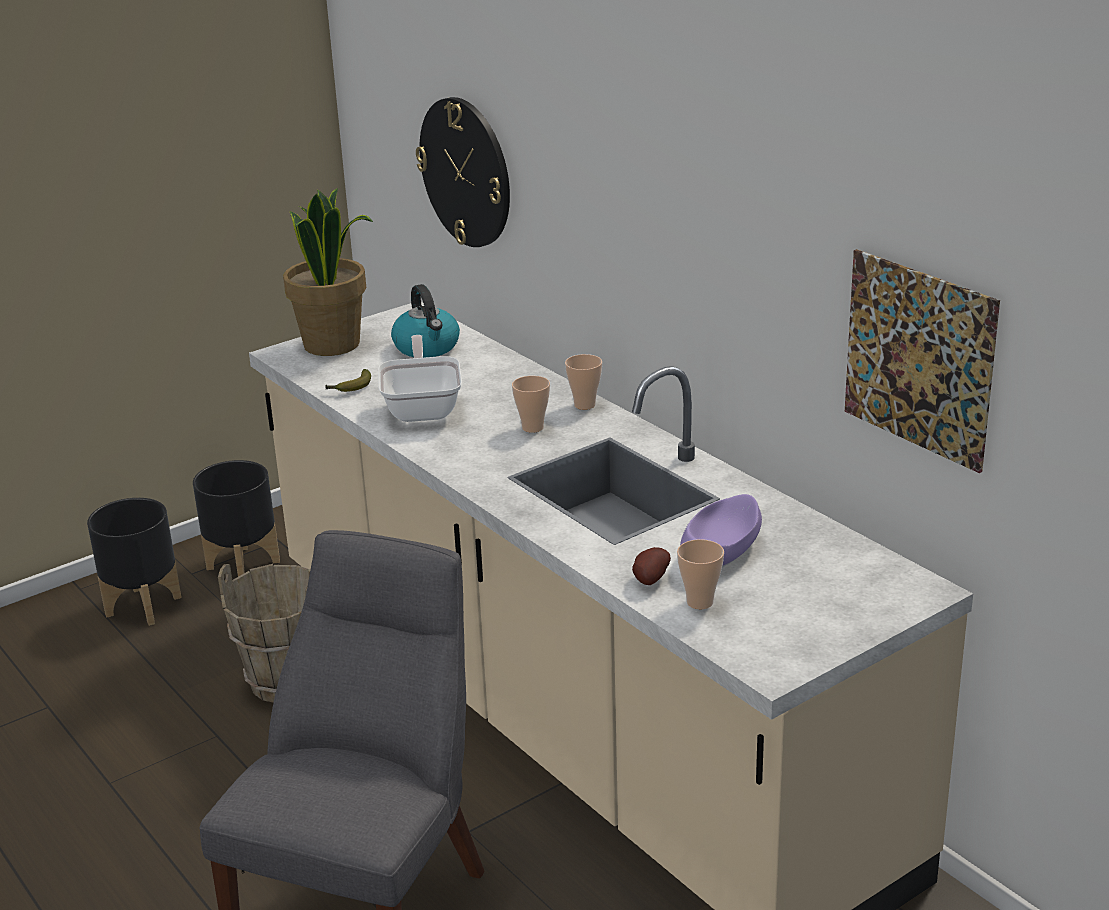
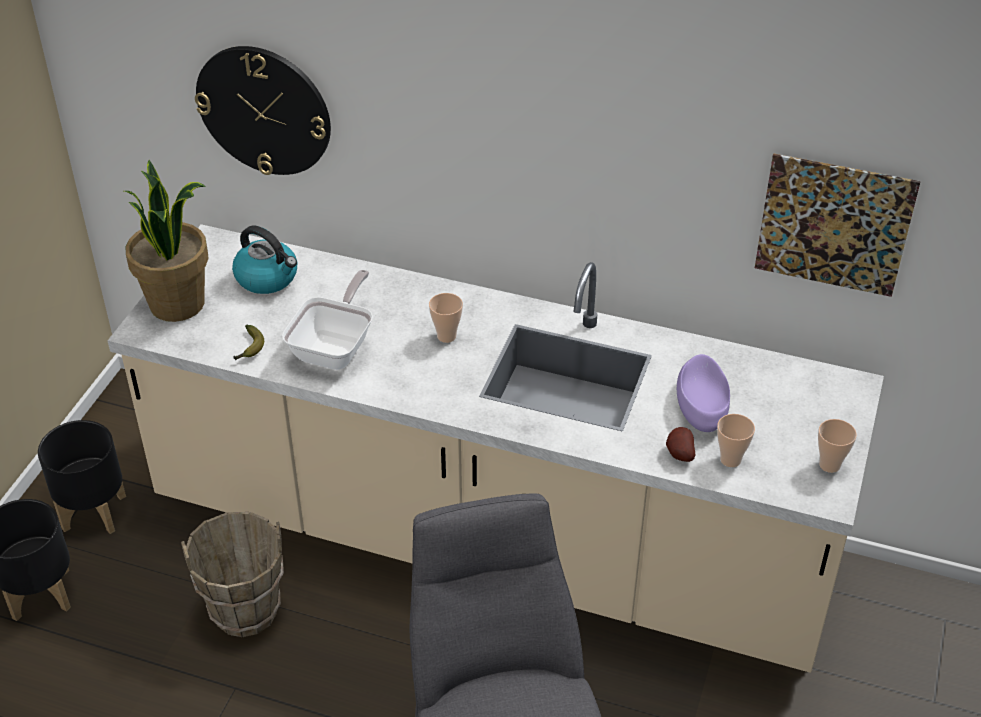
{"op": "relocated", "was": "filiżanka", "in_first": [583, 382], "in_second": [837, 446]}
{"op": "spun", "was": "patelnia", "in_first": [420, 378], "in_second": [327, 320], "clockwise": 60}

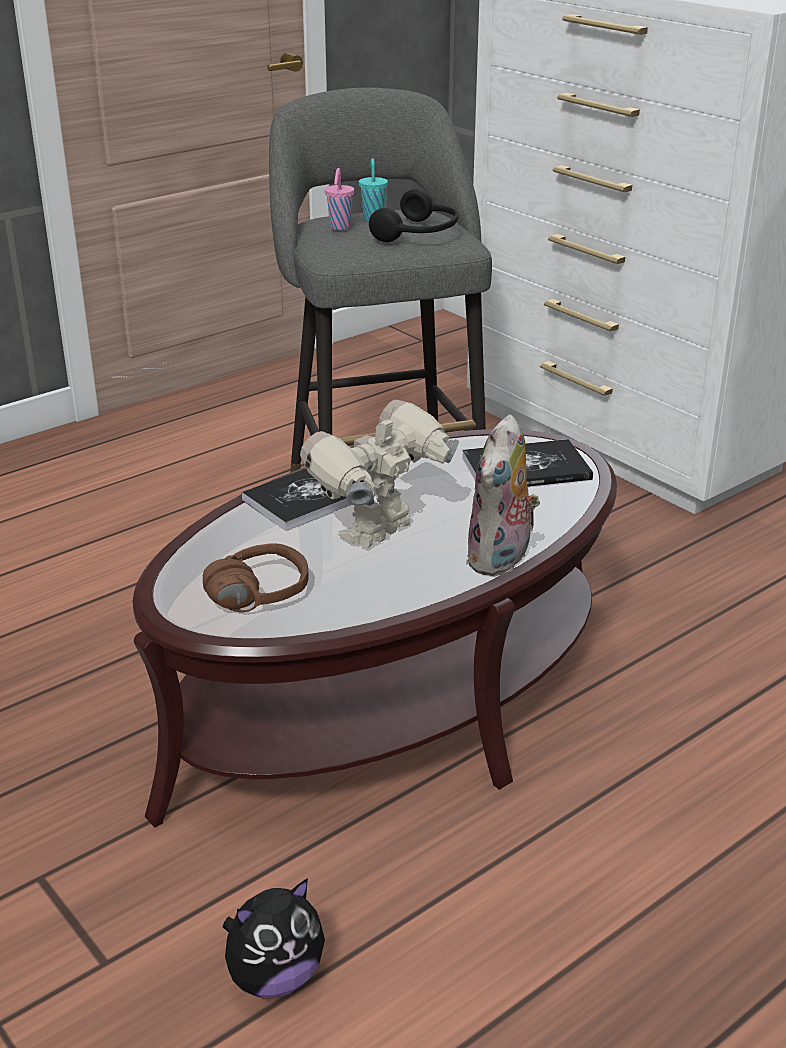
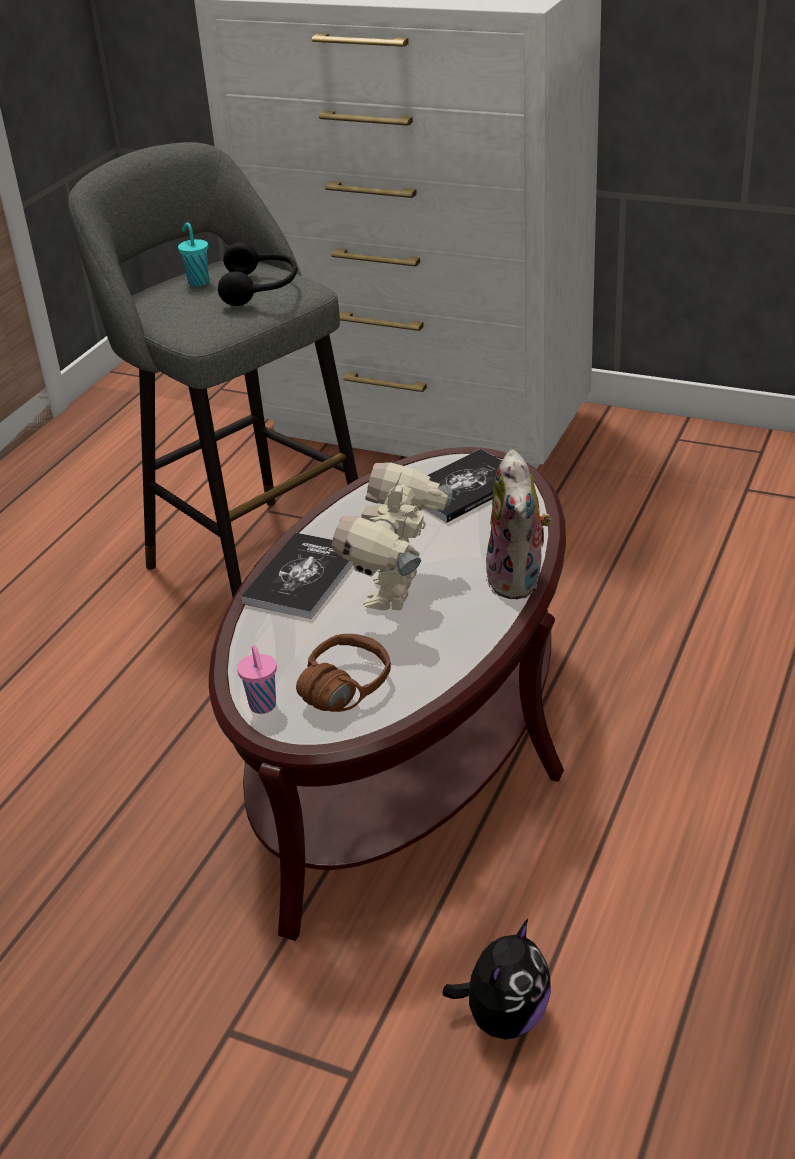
{"op": "relocated", "was": "filiżanka/różowy", "in_first": [339, 199], "in_second": [257, 679]}

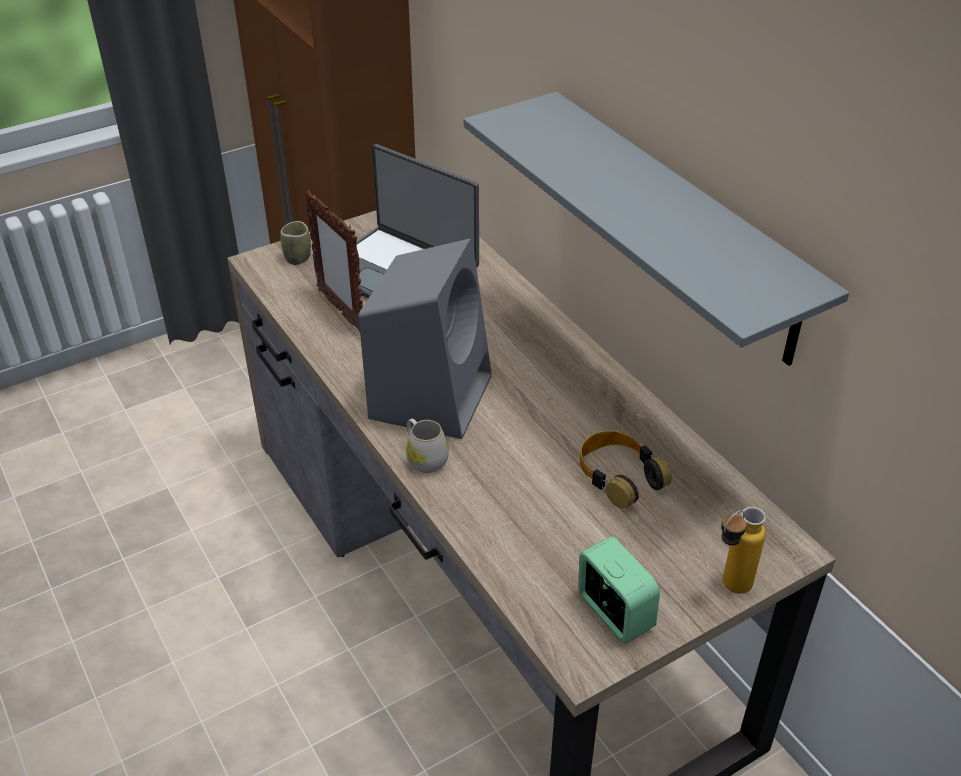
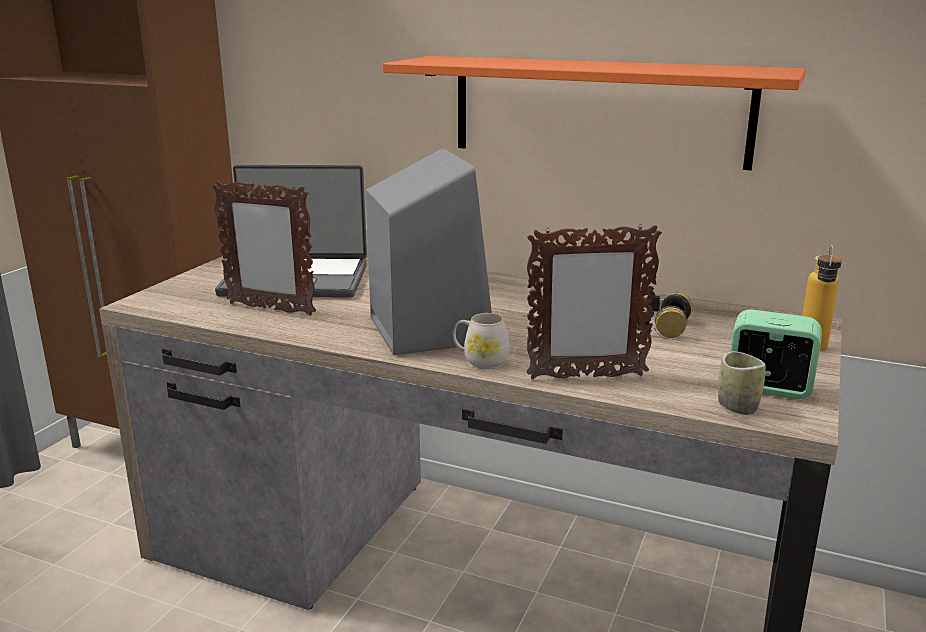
{"op": "appeared", "now": "ramka na zdjęcie", "in_second": [594, 302]}
{"op": "relocated", "was": "filiżanka", "in_first": [295, 243], "in_second": [742, 383]}
{"op": "colour", "was": "półka/szary", "now": "półka/pomarańczowy", "in_first": [656, 229], "in_second": [594, 113]}

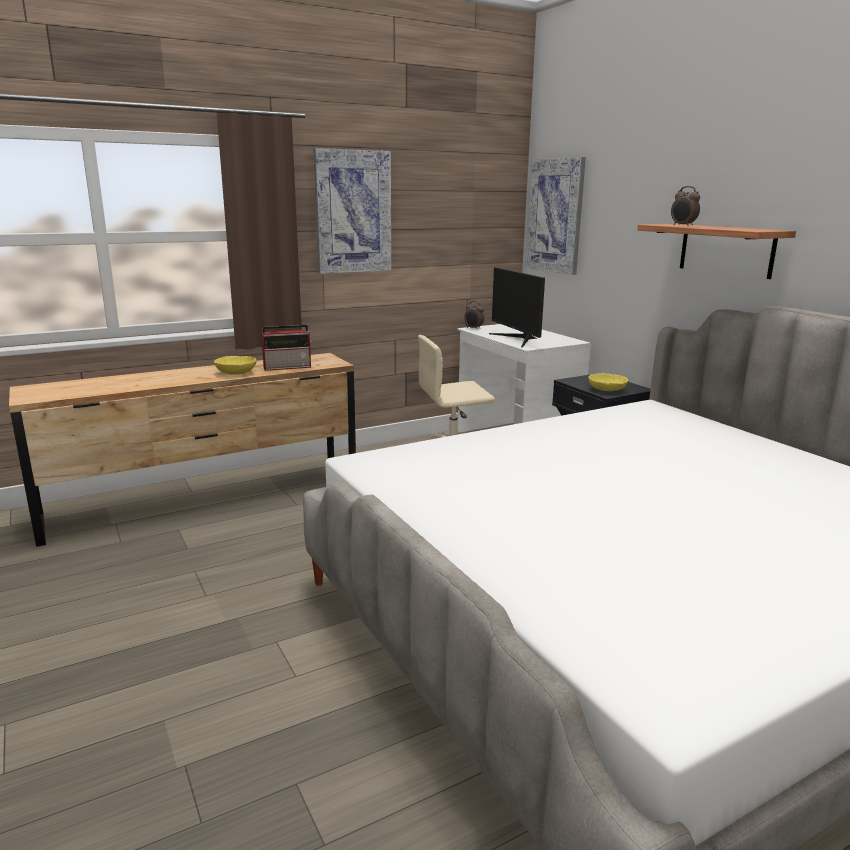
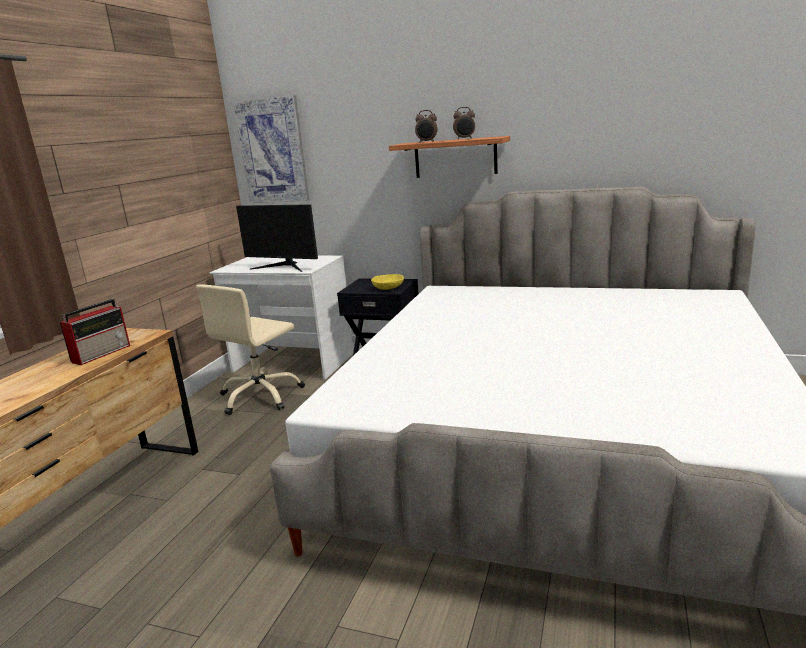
{"op": "missing", "was": "miska/żółty", "in_first": [235, 365]}
{"op": "missing", "was": "obraz", "in_first": [352, 211]}
{"op": "relocated", "was": "budzik", "in_first": [474, 315], "in_second": [464, 123]}

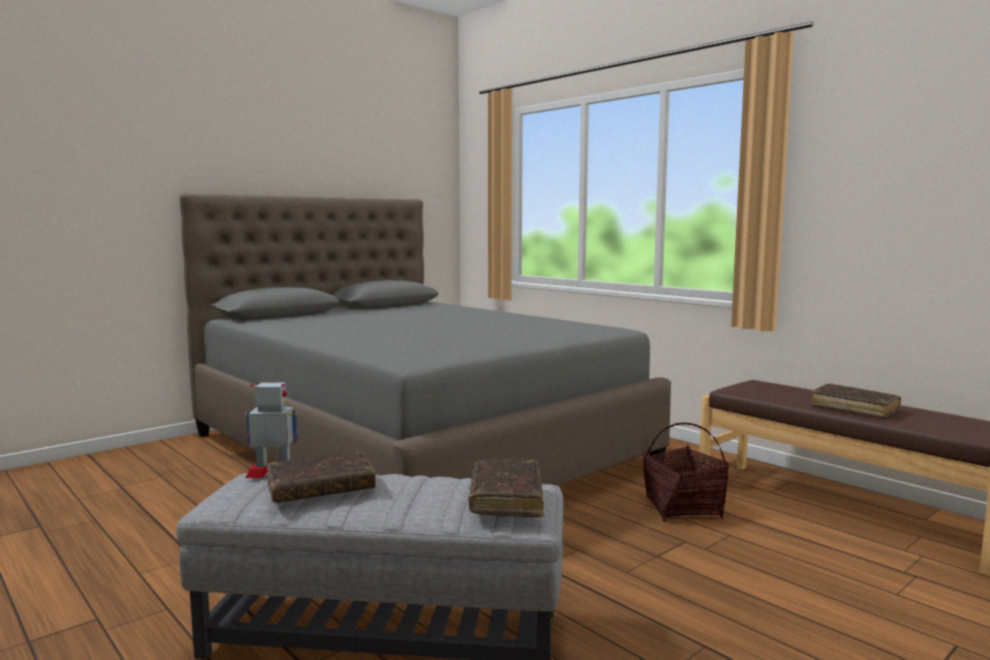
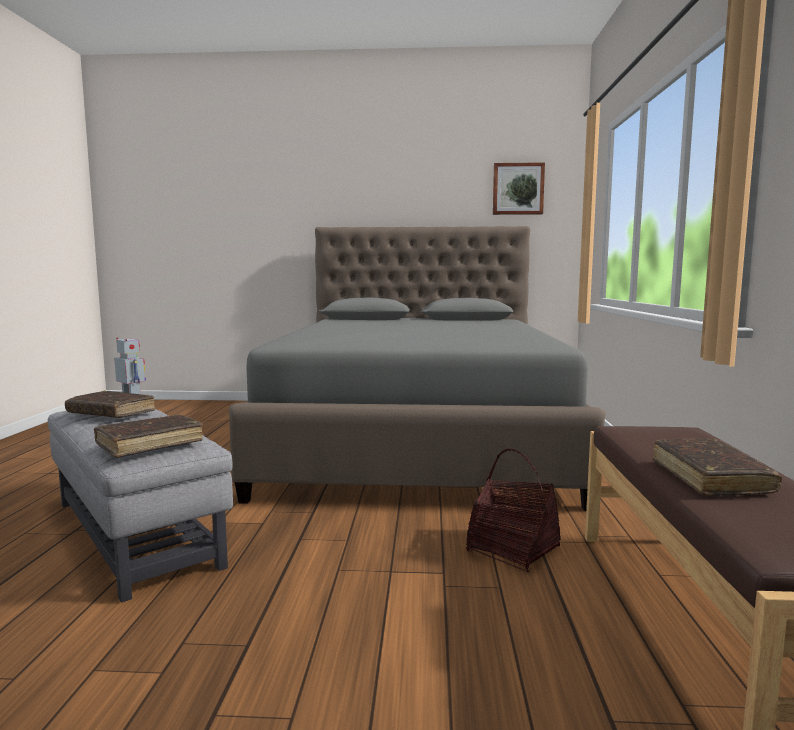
{"op": "appeared", "now": "obraz", "in_second": [519, 188]}

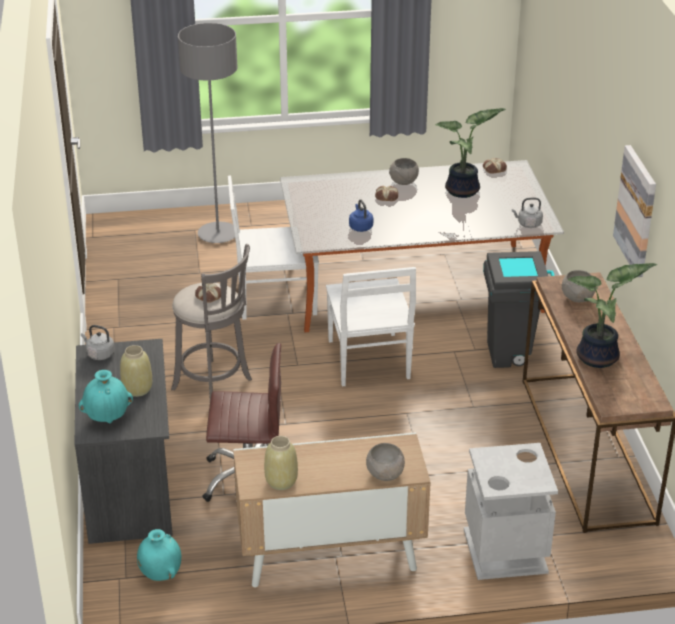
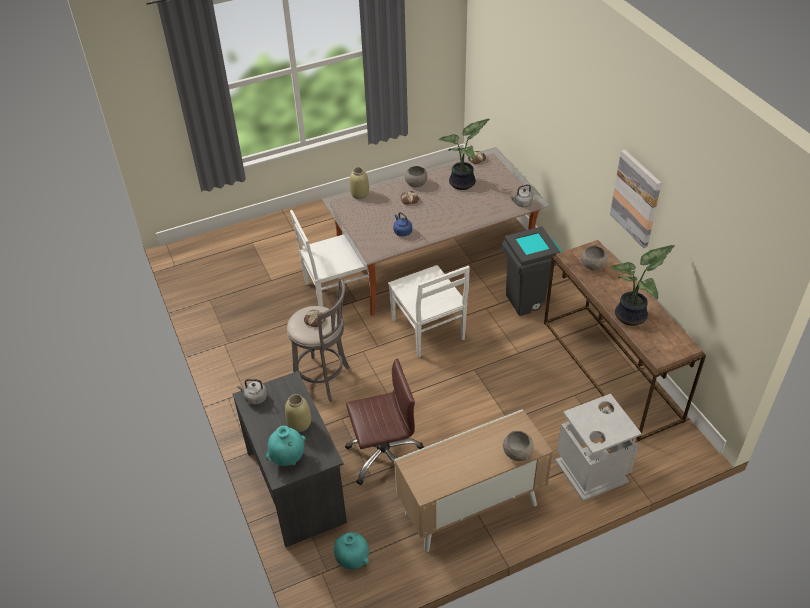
{"op": "missing", "was": "lampa stojąca/szary", "in_first": [207, 133]}
{"op": "relocated", "was": "wazon/beżowy", "in_first": [281, 463], "in_second": [359, 183]}

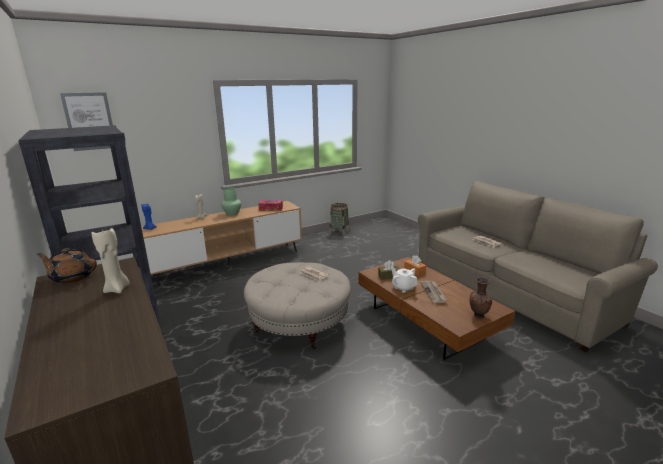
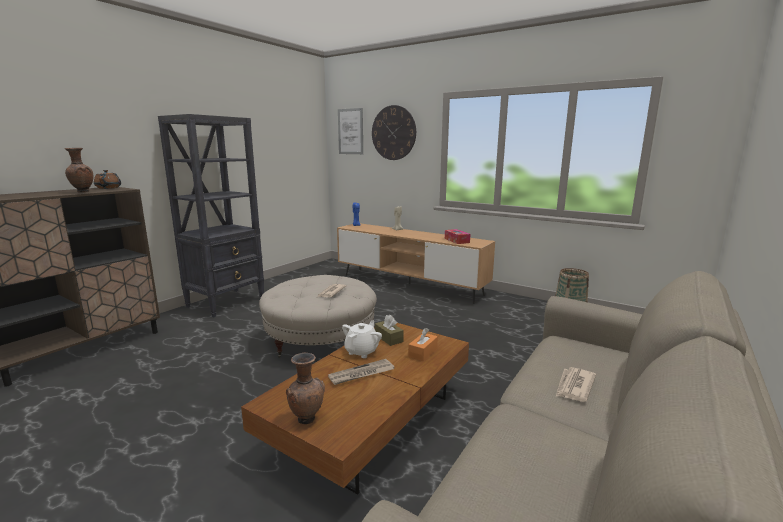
{"op": "missing", "was": "wazon/zielony", "in_first": [231, 201]}
{"op": "appeared", "now": "zegar ścienny", "in_second": [394, 132]}
{"op": "exchanged", "was": "świeca/beżowy", "now": "wazon/brązowy", "in_first": [110, 260], "in_second": [79, 170]}

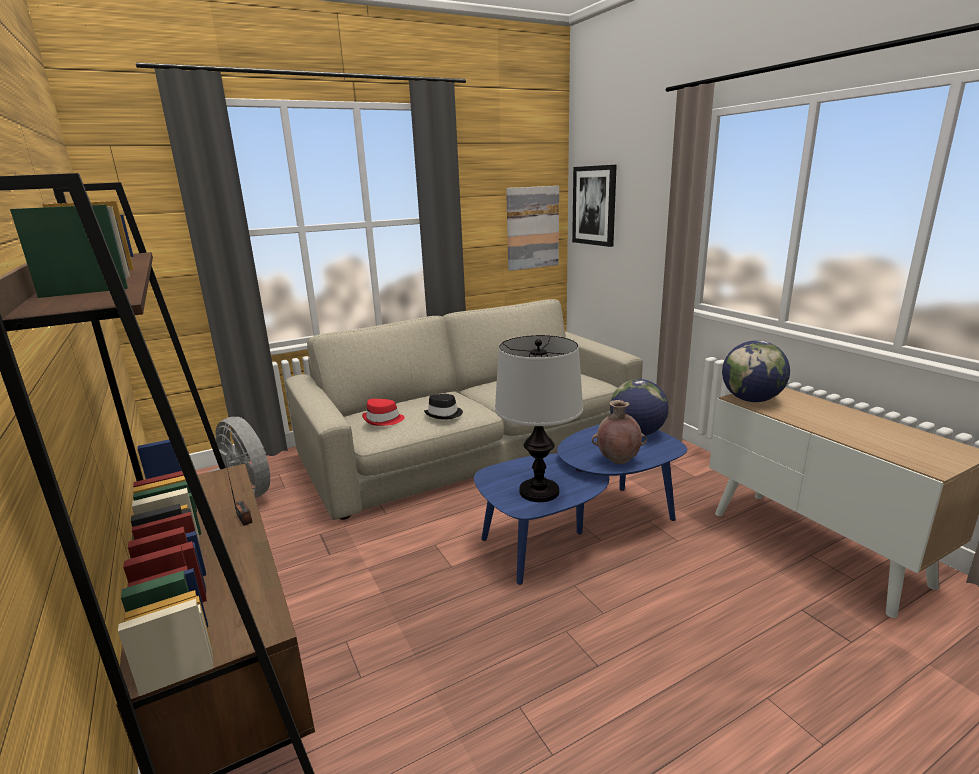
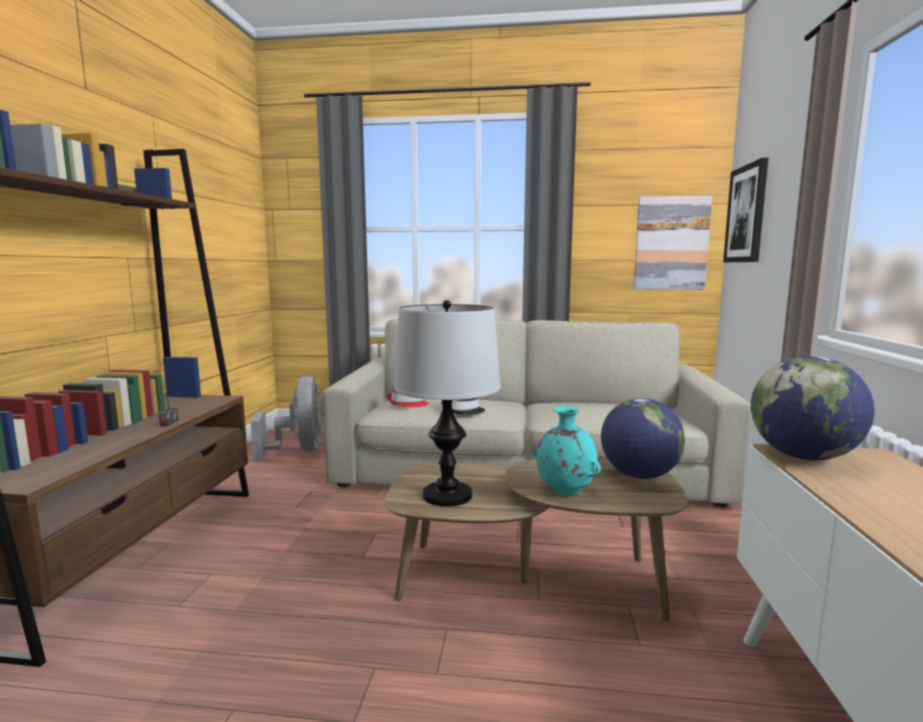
{"op": "colour", "was": "ława/niebieski", "now": "ława/brązowy", "in_first": [580, 504], "in_second": [536, 538]}
{"op": "colour", "was": "wazon/brązowy", "now": "wazon/turkusowy", "in_first": [619, 432], "in_second": [567, 451]}

